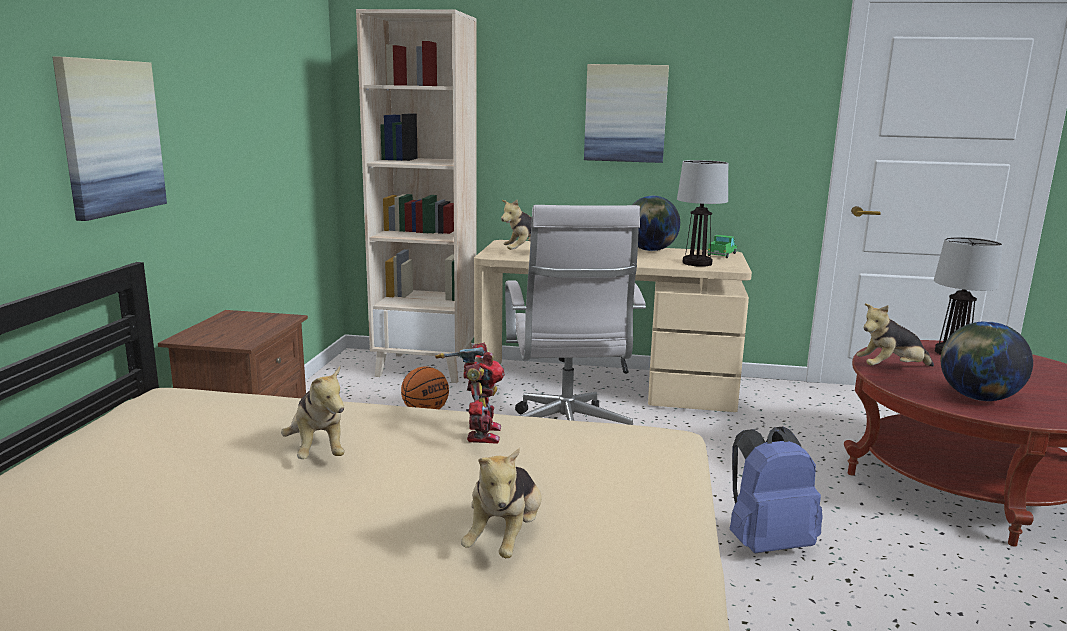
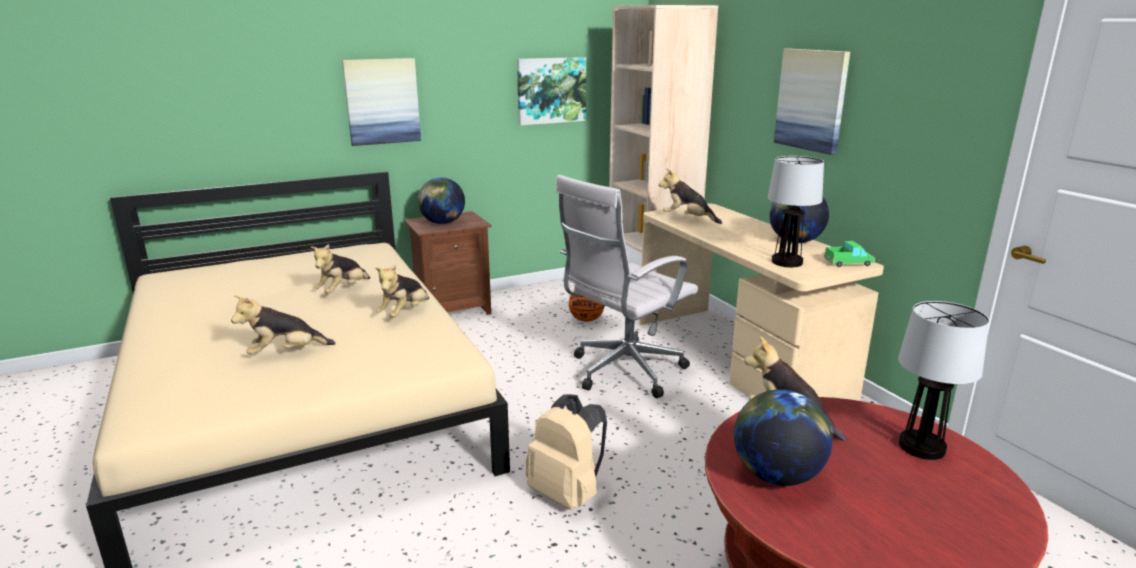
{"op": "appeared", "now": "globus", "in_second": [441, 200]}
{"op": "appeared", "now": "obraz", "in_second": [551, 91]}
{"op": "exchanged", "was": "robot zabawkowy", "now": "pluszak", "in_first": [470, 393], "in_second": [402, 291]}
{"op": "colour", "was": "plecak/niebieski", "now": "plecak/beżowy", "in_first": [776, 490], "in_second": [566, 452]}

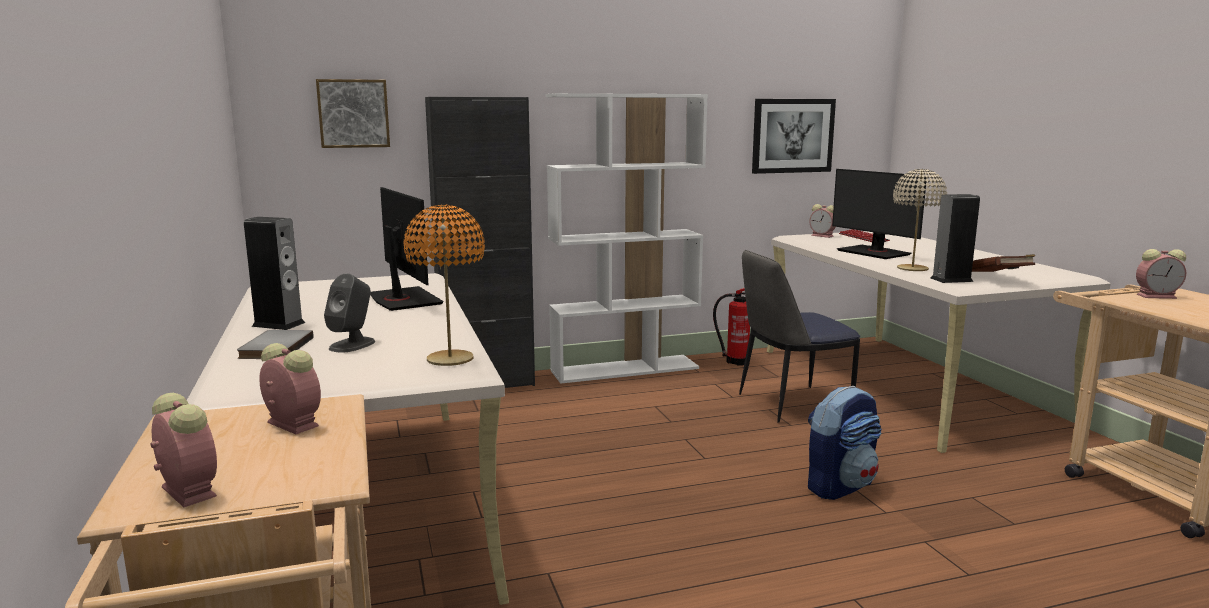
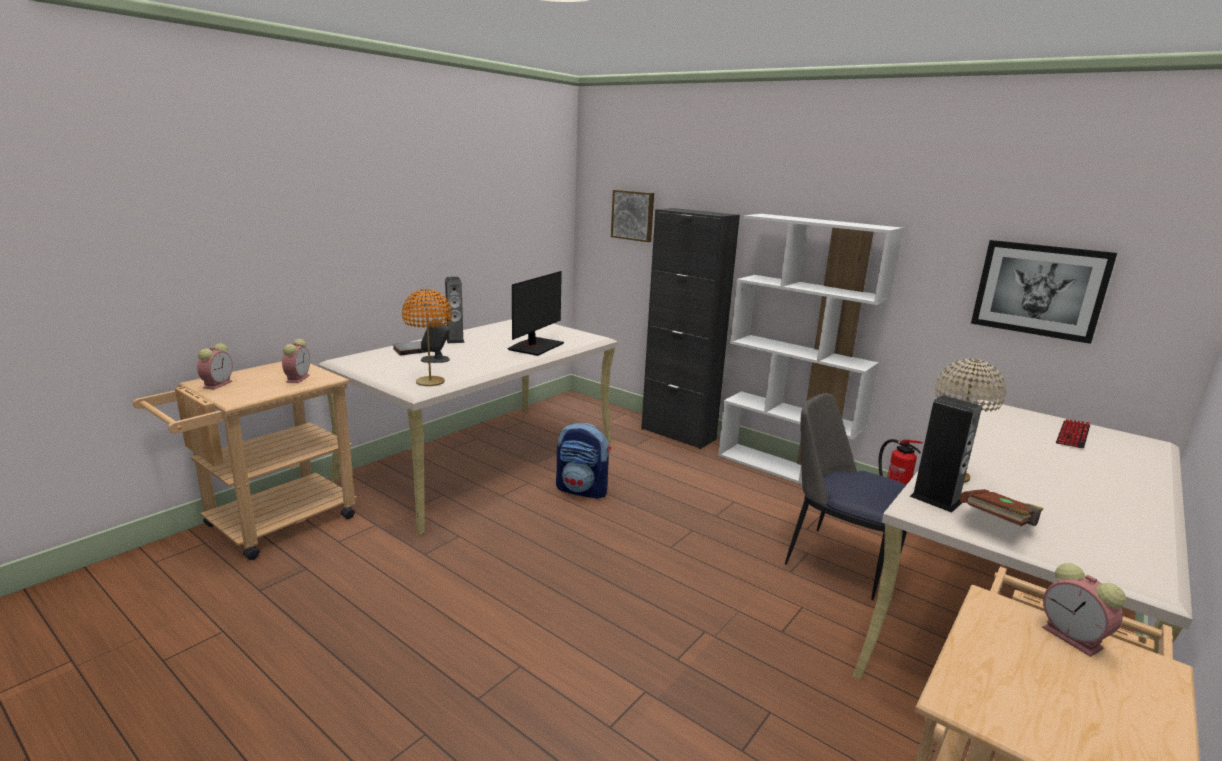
{"op": "missing", "was": "budzik", "in_first": [822, 221]}
{"op": "missing", "was": "monitor", "in_first": [879, 214]}
{"op": "relocated", "was": "plecak", "in_first": [845, 443], "in_second": [583, 461]}

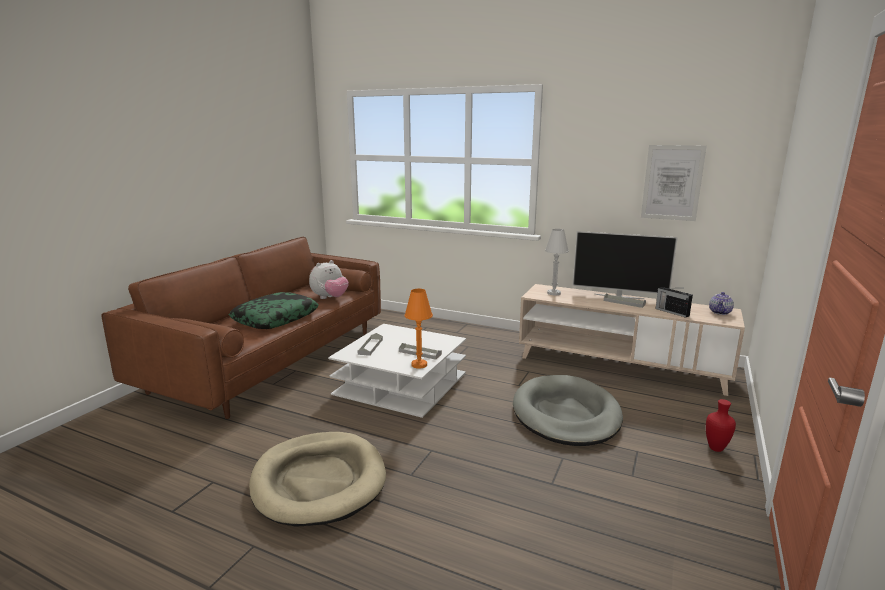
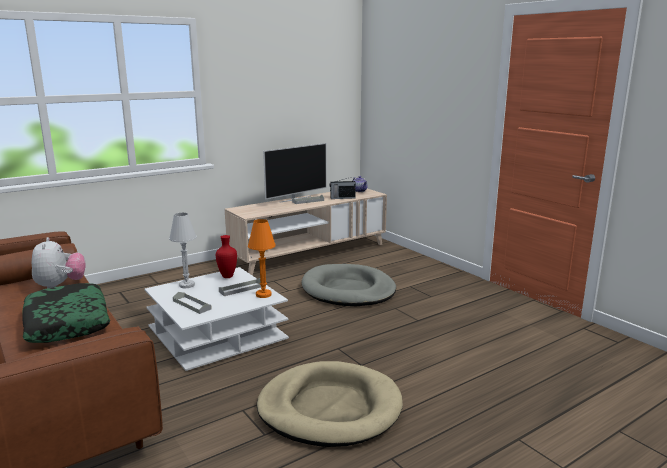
{"op": "missing", "was": "obraz", "in_first": [674, 183]}
{"op": "relocated", "was": "lampa stołowa/biały", "in_first": [557, 262], "in_second": [183, 250]}
{"op": "relocated", "was": "wazon/czerwony", "in_first": [721, 425], "in_second": [226, 256]}

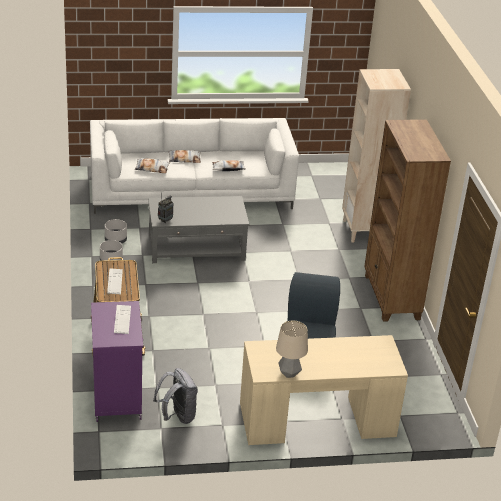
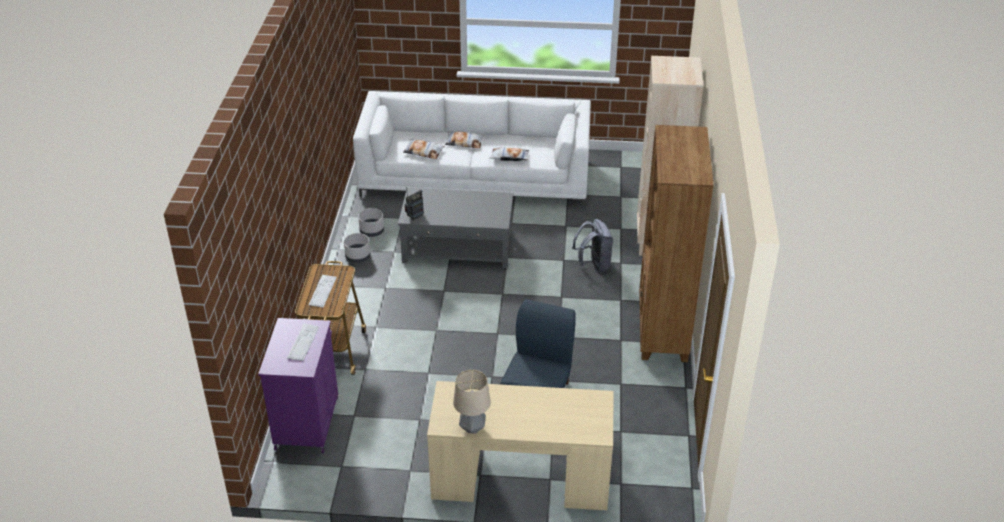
{"op": "relocated", "was": "plecak/szary", "in_first": [175, 396], "in_second": [592, 245]}

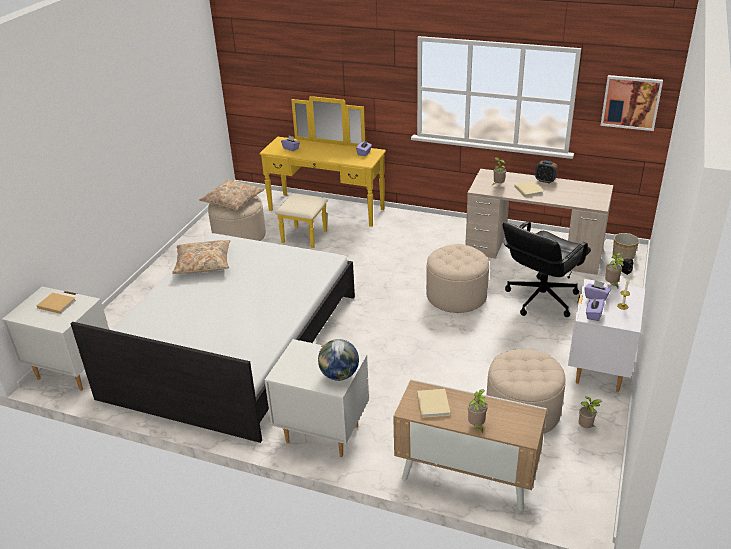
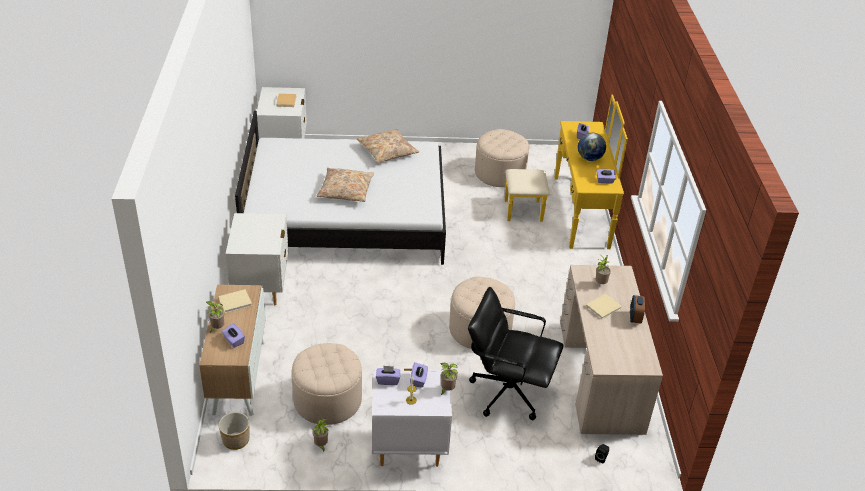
{"op": "missing", "was": "obraz", "in_first": [631, 103]}
{"op": "appeared", "now": "pudełko chusteczek/fioletowy", "in_second": [233, 335]}
{"op": "relocated", "was": "poduszka/beżowy", "in_first": [232, 195], "in_second": [345, 185]}
{"op": "relocated", "was": "globus", "in_first": [338, 360], "in_second": [592, 147]}
{"op": "relocated", "was": "donica", "in_first": [626, 246], "in_second": [234, 431]}

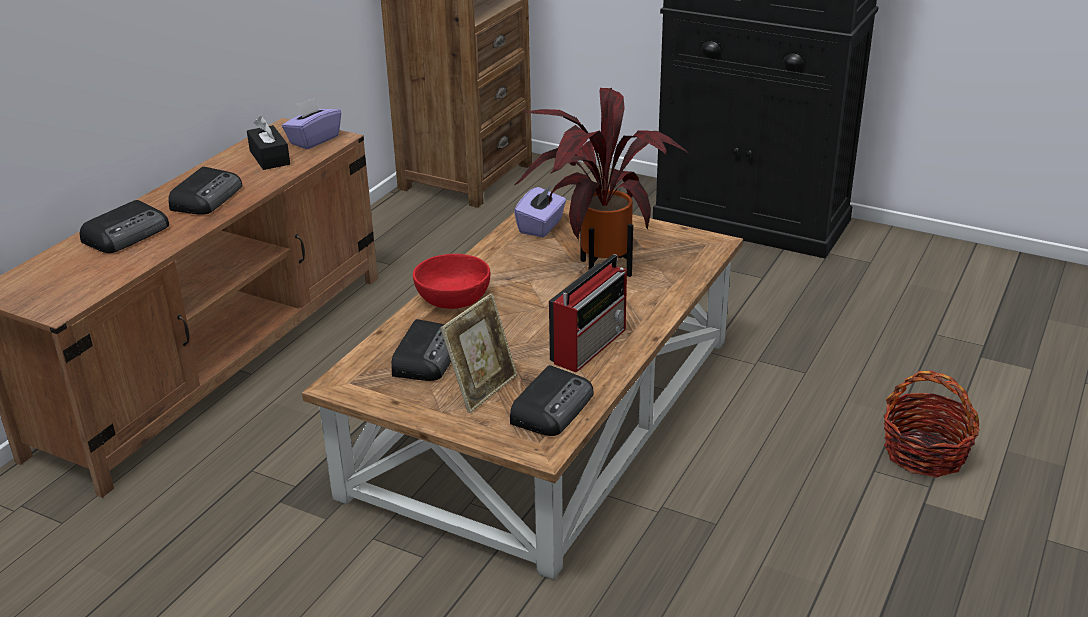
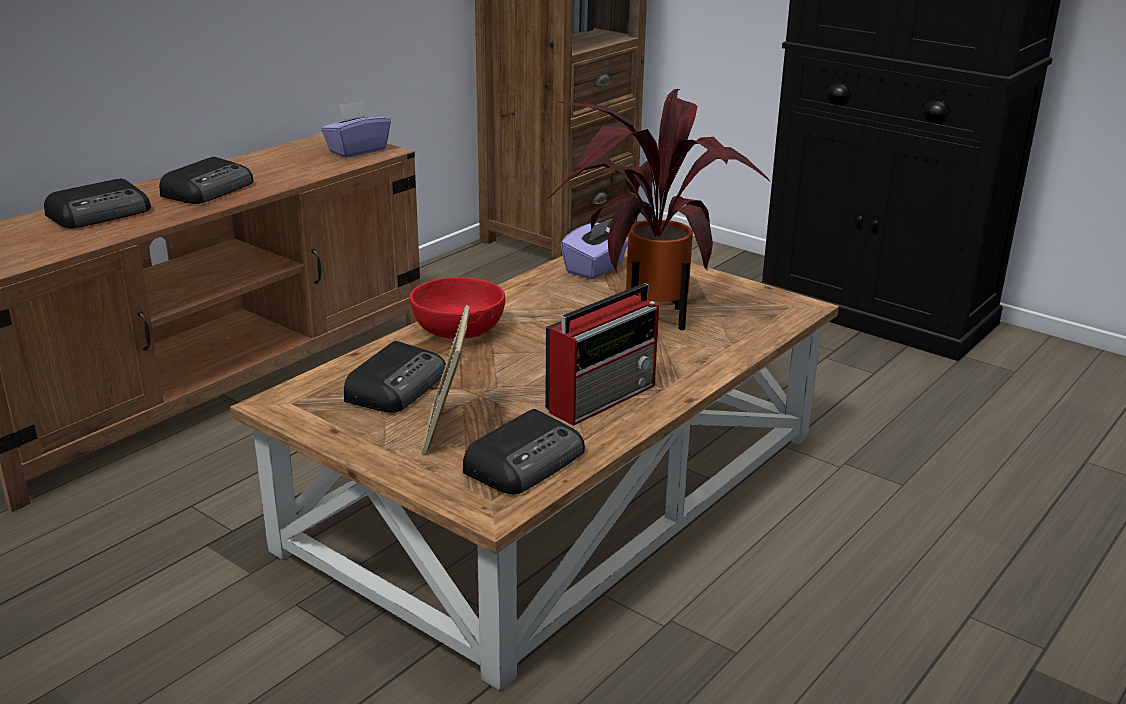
{"op": "missing", "was": "pudełko chusteczek/czarny", "in_first": [268, 143]}
{"op": "missing", "was": "koszyk", "in_first": [932, 424]}
{"op": "spun", "was": "ramka na zdjęcie", "in_first": [478, 353], "in_second": [445, 380], "clockwise": 135}

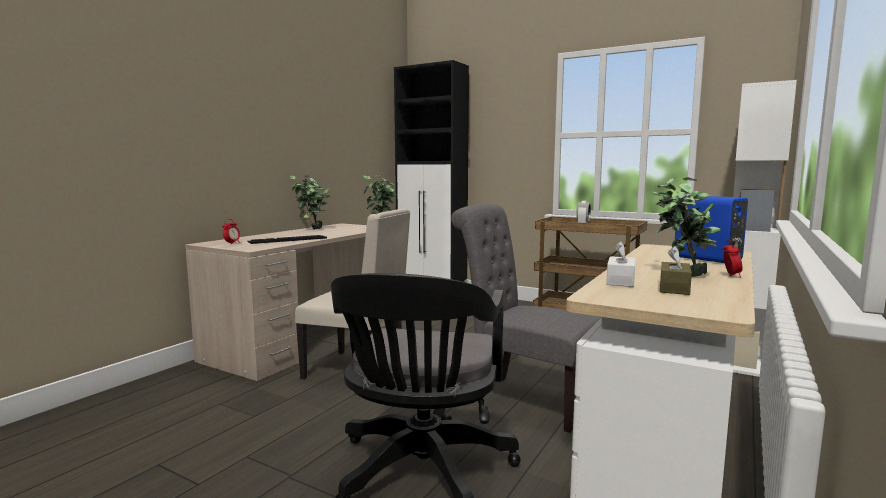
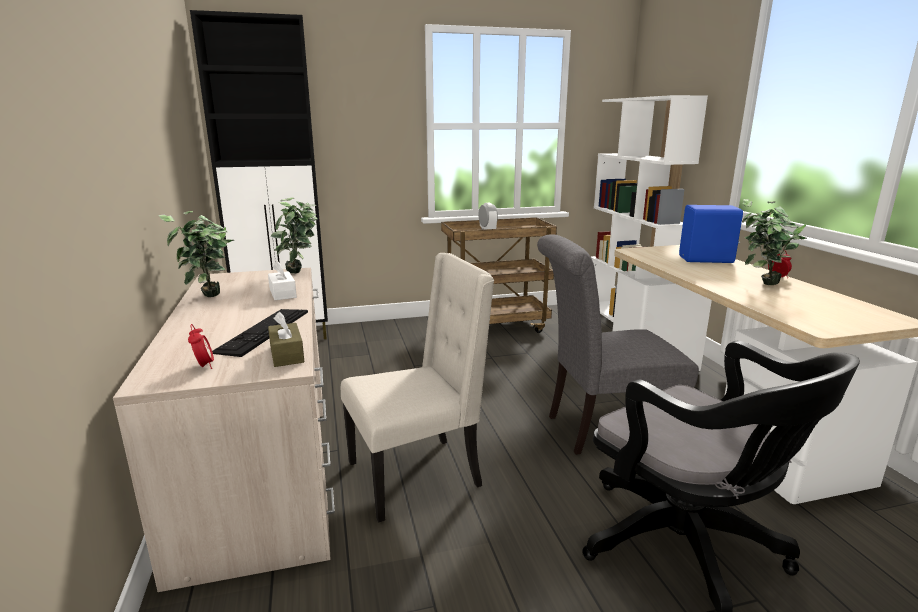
{"op": "relocated", "was": "pudełko chusteczek/biały", "in_first": [620, 264], "in_second": [282, 280]}
{"op": "relocated", "was": "pudełko chusteczek/brązowy", "in_first": [676, 270], "in_second": [286, 339]}

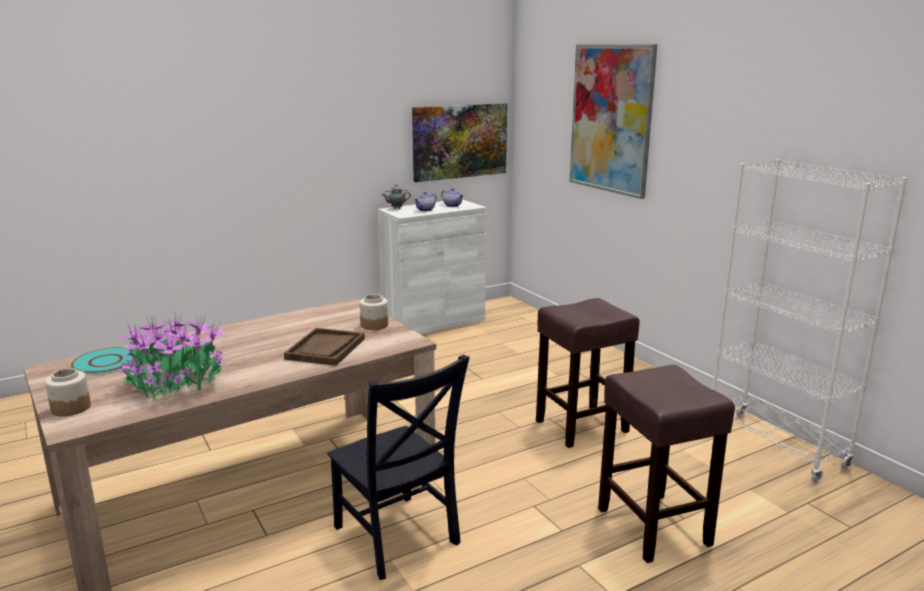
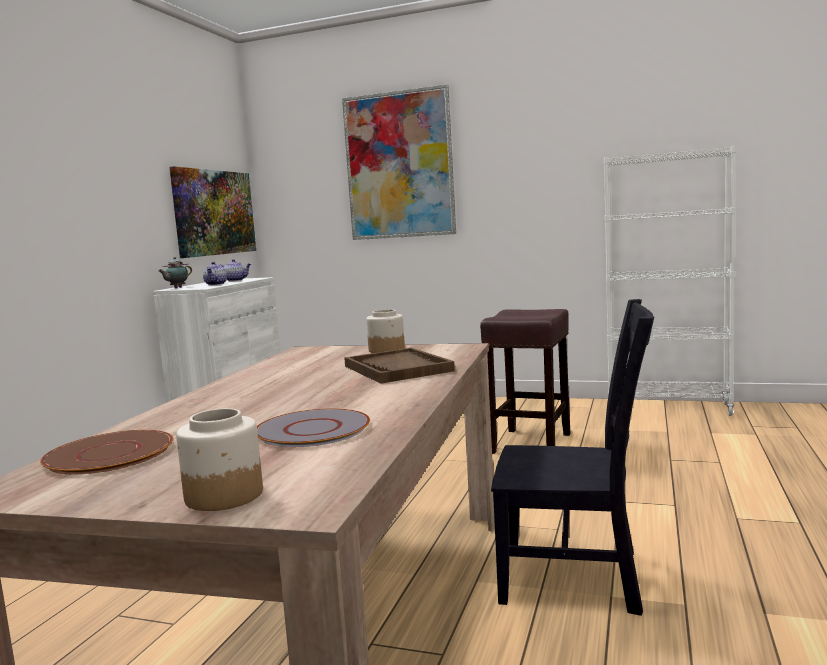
{"op": "missing", "was": "stołek/brązowy", "in_first": [666, 464]}
{"op": "exchanged", "was": "roślina doniczkowa", "now": "talerz/szary", "in_first": [171, 356], "in_second": [313, 427]}
{"op": "colour", "was": "talerz/turkusowy", "now": "talerz/brązowy", "in_first": [104, 360], "in_second": [106, 452]}

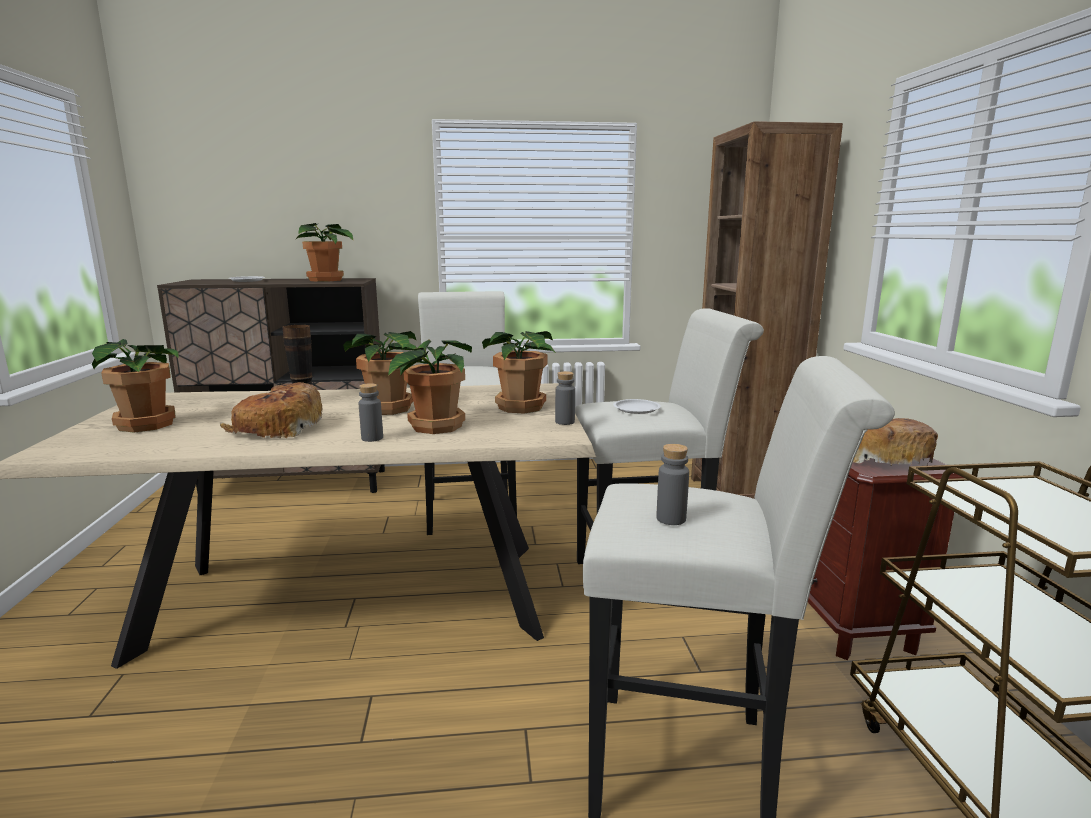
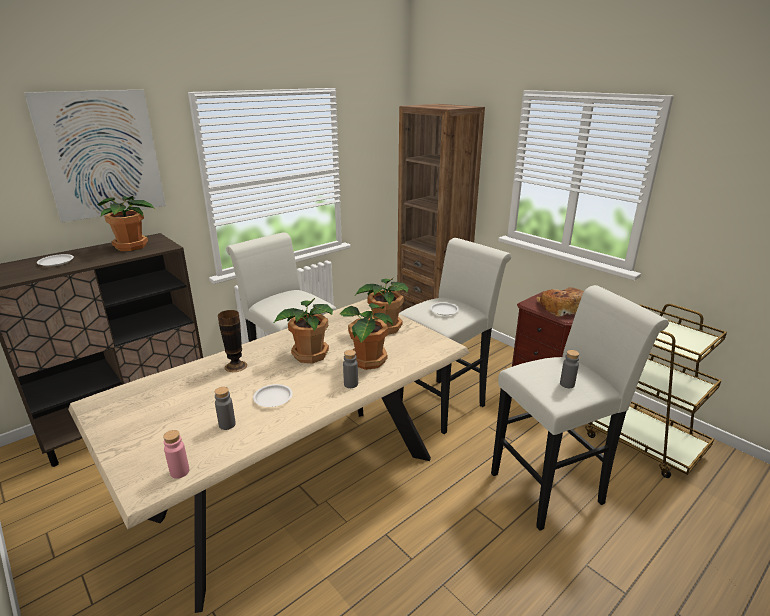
{"op": "missing", "was": "roślina doniczkowa", "in_first": [135, 386]}
{"op": "appeared", "now": "obraz", "in_second": [95, 156]}
{"op": "appeared", "now": "butelka/różowy", "in_second": [176, 454]}
{"op": "relocated", "was": "butelka/szary", "in_first": [565, 398], "in_second": [225, 408]}
{"op": "exchanged", "was": "chleb", "now": "talerz/biały", "in_first": [271, 410], "in_second": [273, 395]}

